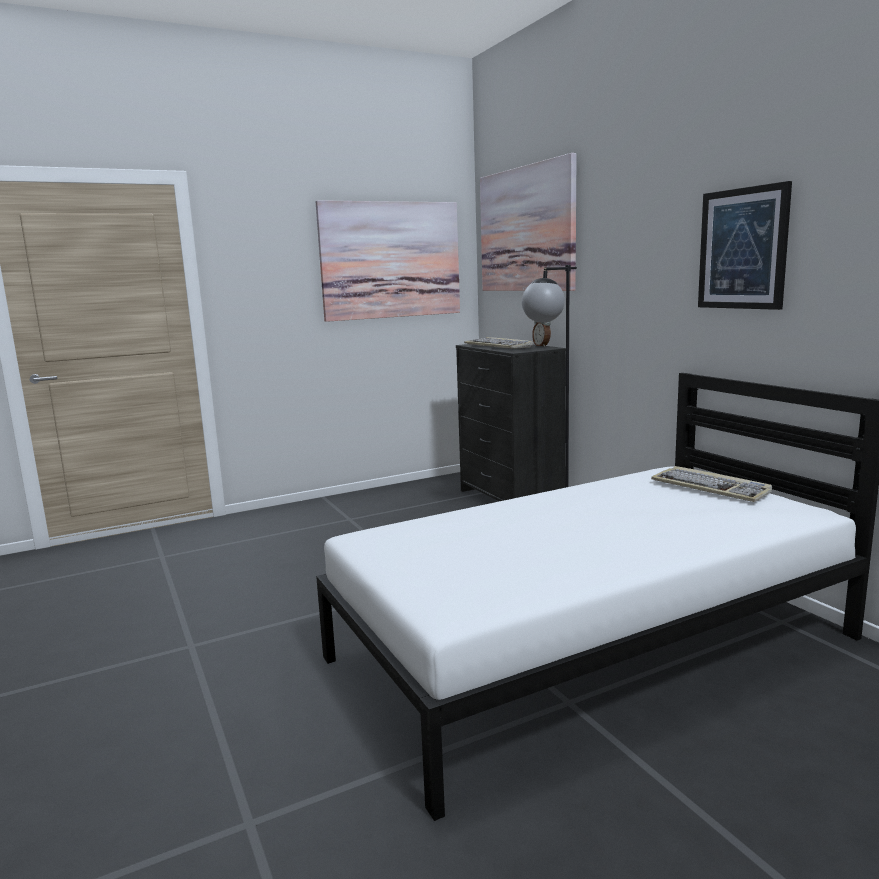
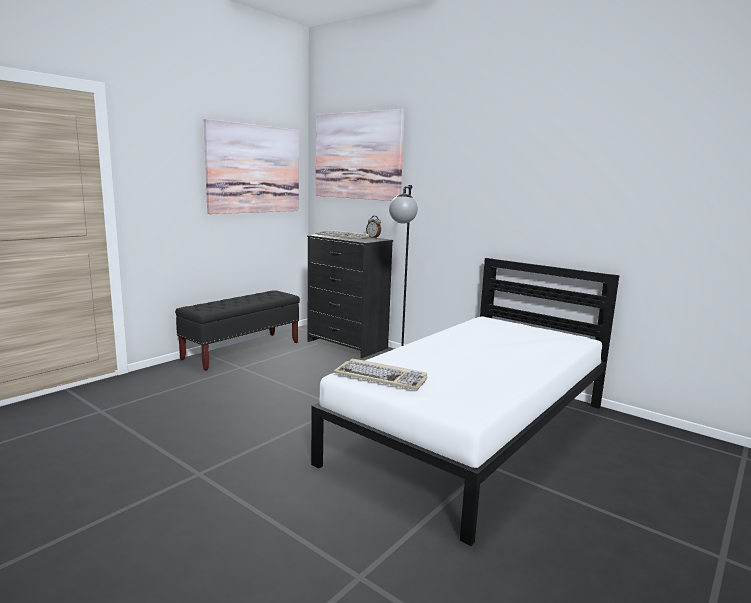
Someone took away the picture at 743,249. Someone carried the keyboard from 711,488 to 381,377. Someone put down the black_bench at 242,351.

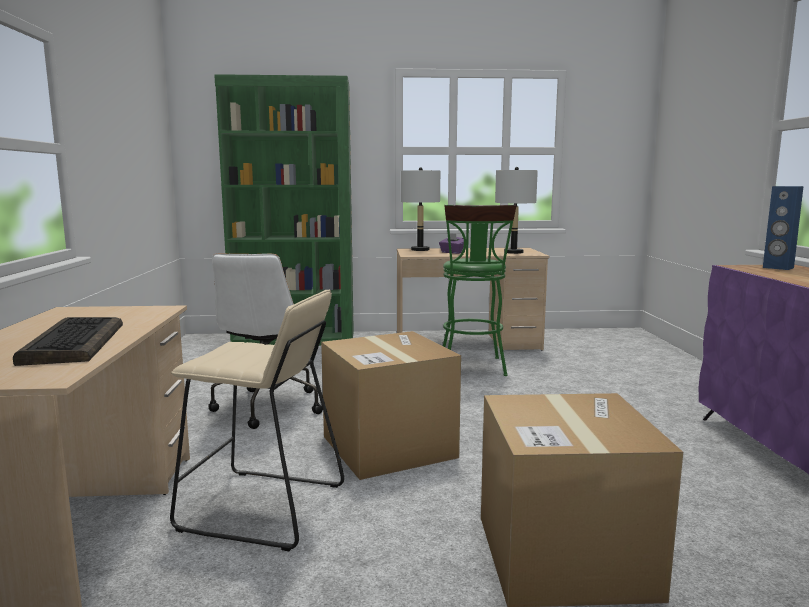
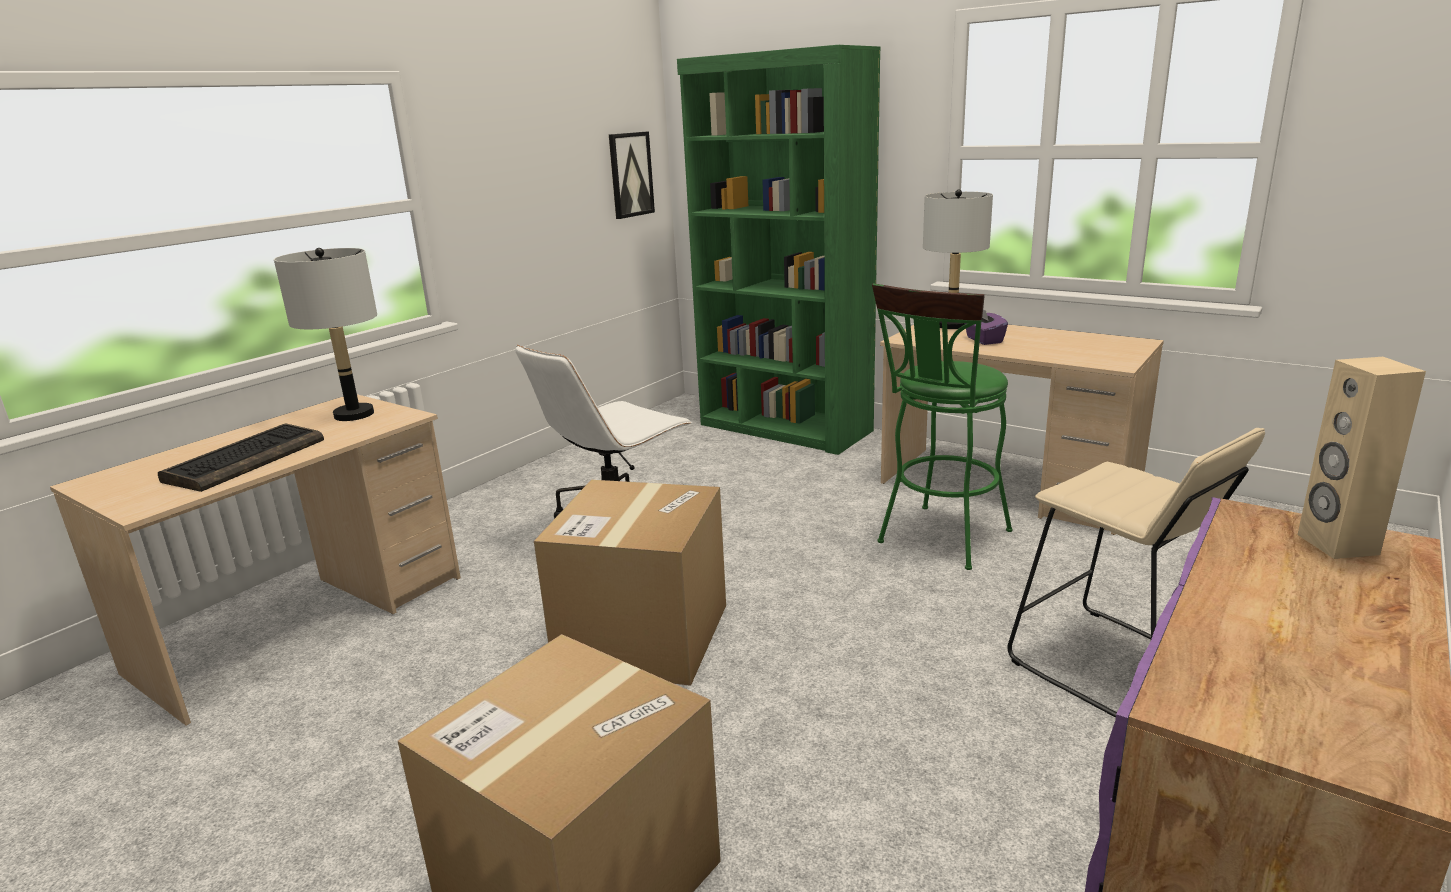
Someone carried the grey_table_lamp from 514,252 to 354,415. Someone repainted the blue_speaker at 778,268, which became the beige_speaker at 1336,544. Someone carried the beige_stool from 262,508 to 1114,667. Someone put up the picture at 630,174.

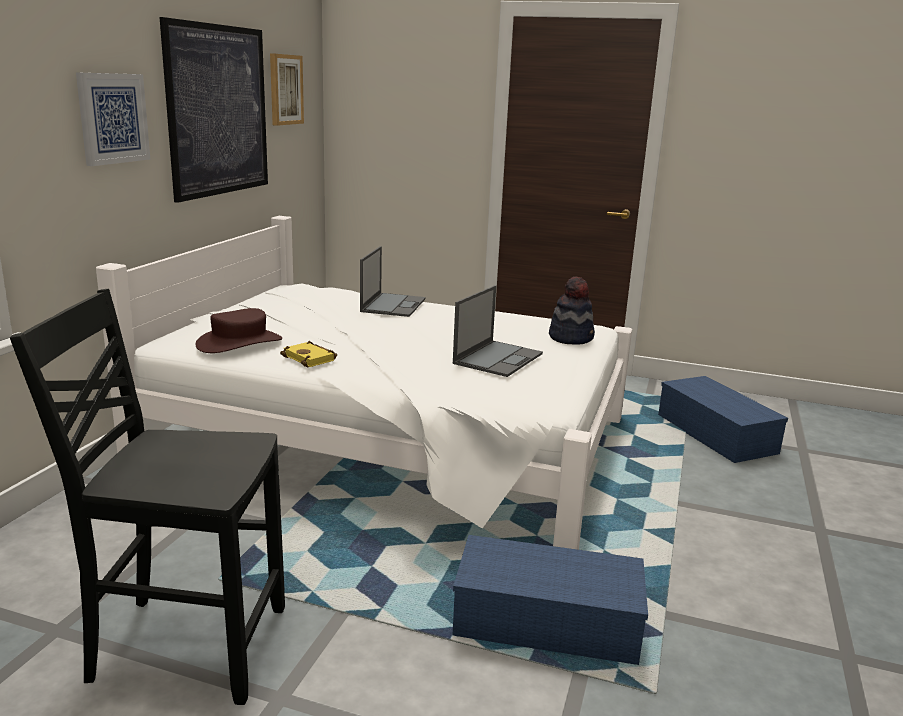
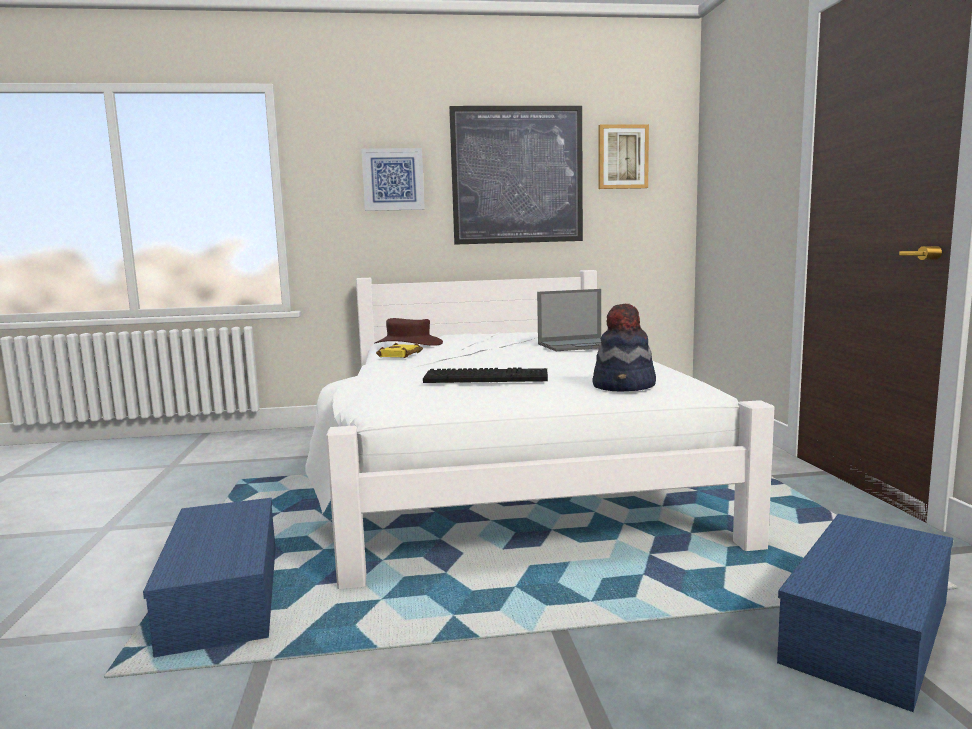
Someone swapped the laptop at 498,358 for the keyboard at 487,378. Someone took away the black_chair at 186,644.

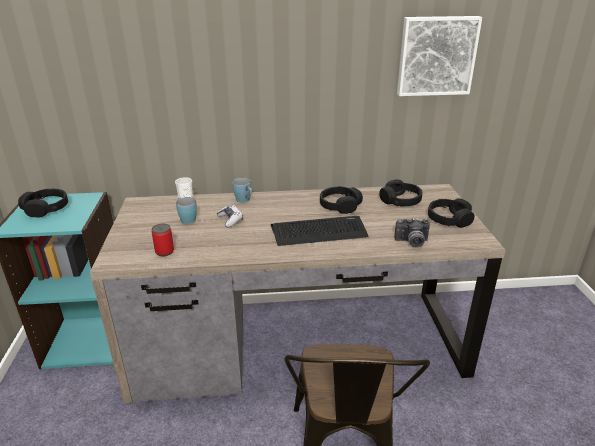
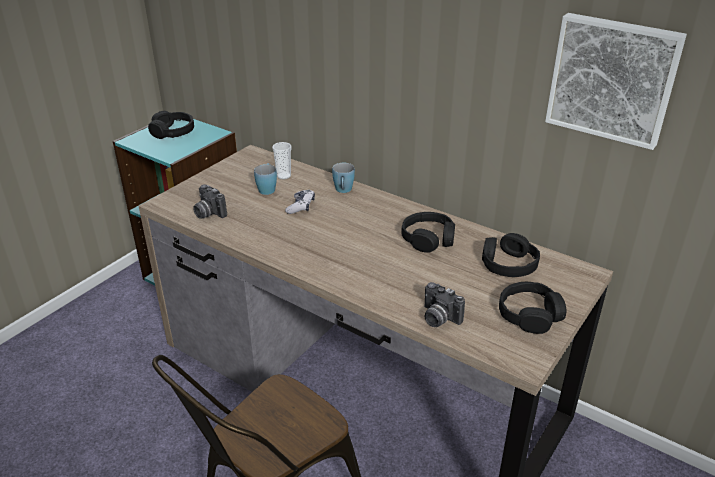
Someone took away the keyboard at 319,231. Someone swapped the can at 164,252 for the photo_camera at 208,213.

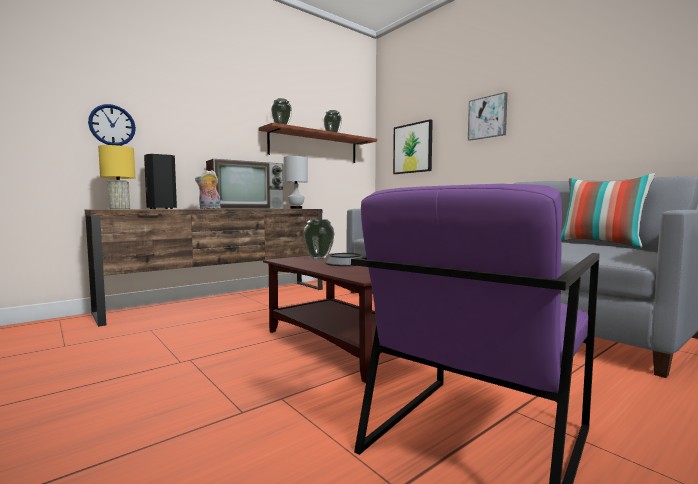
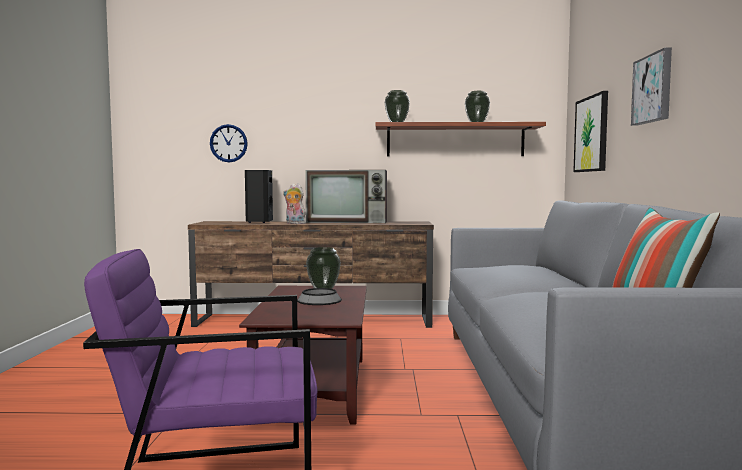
Someone took away the yellow_table_lamp at 120,209. Someone took away the white_table_lamp at 296,208.

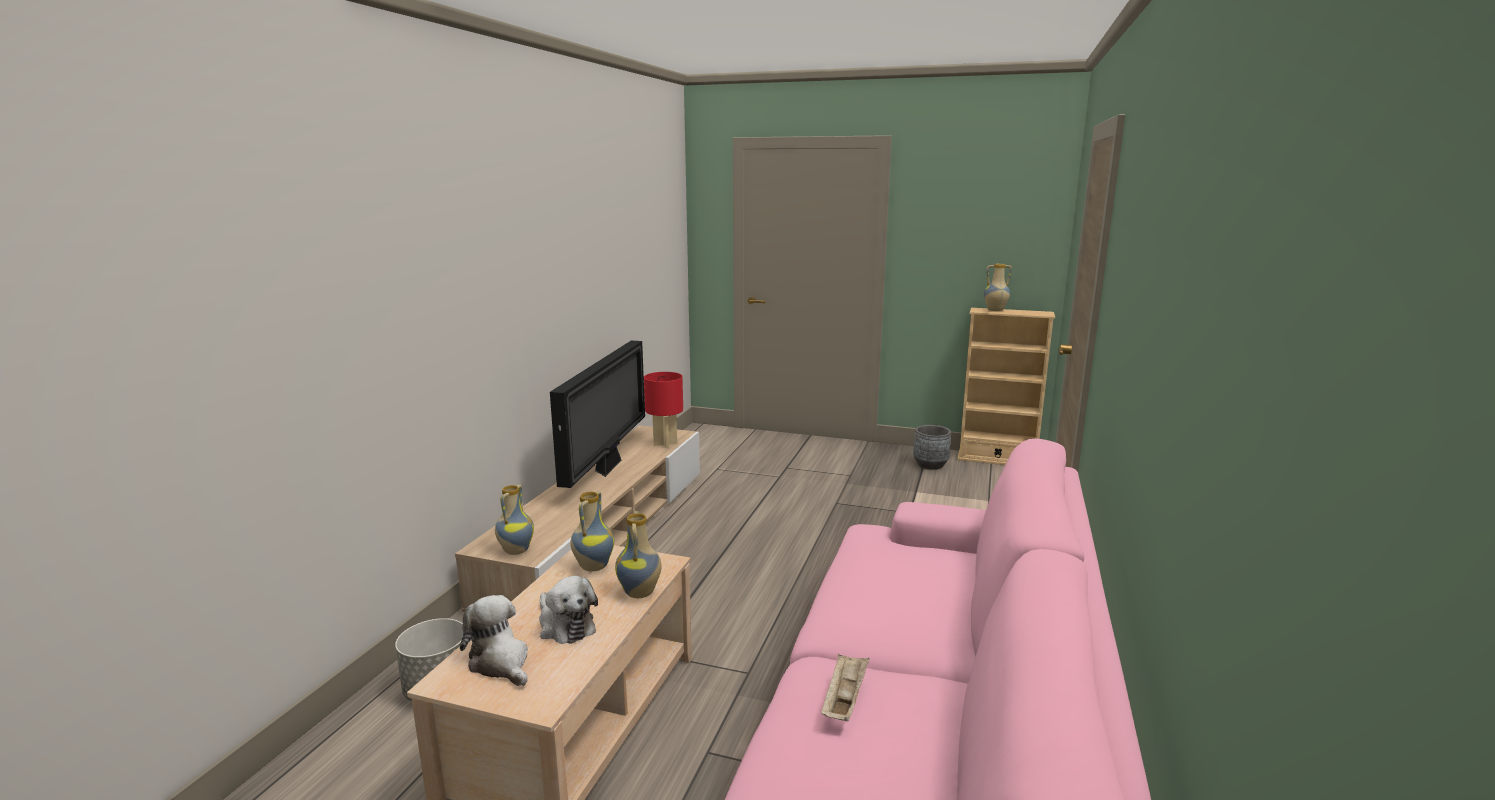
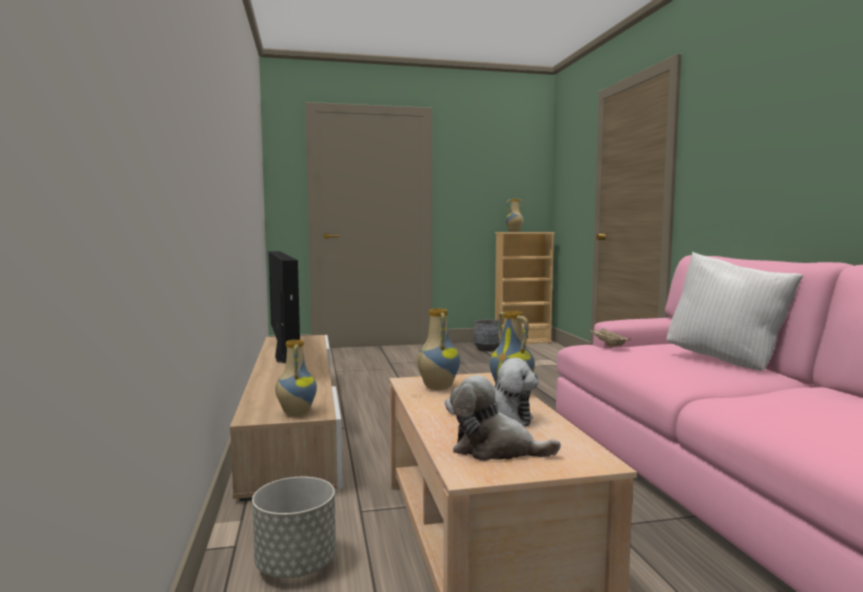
Someone took away the red_table_lamp at 664,444. Someone carried the beige_tray from 844,700 to 607,344. Someone put down the white_pillow at 726,361.

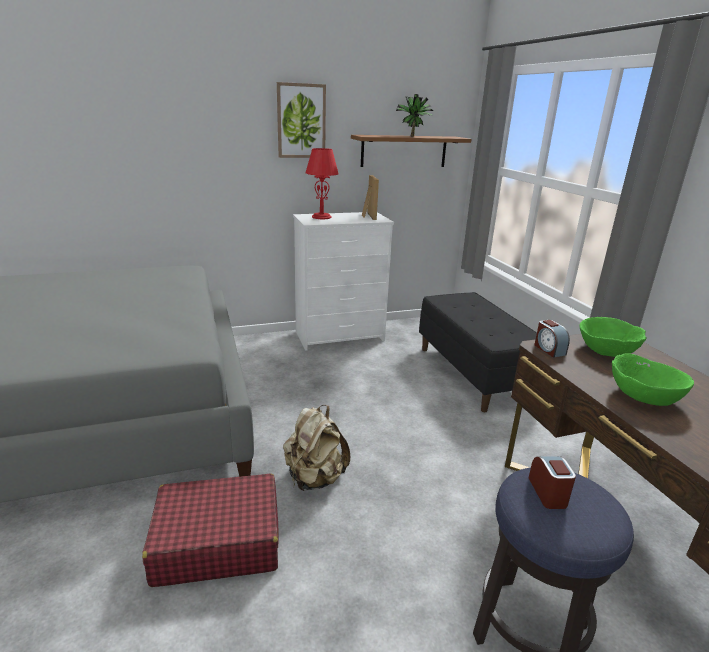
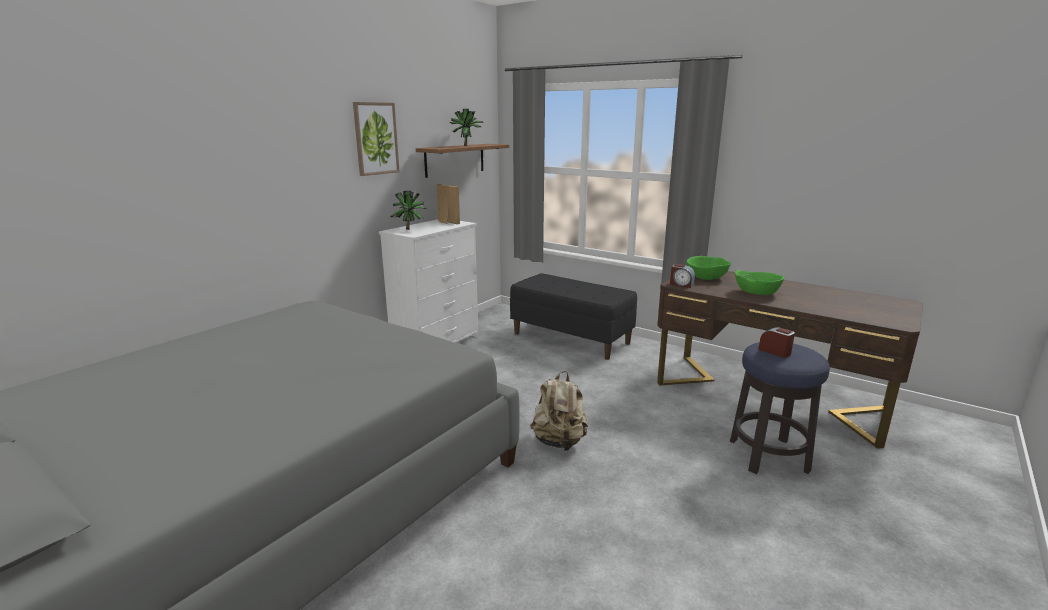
Someone swapped the red_table_lamp at 321,217 for the potted_plant at 410,229. Someone took away the red_suitcase at 217,541.

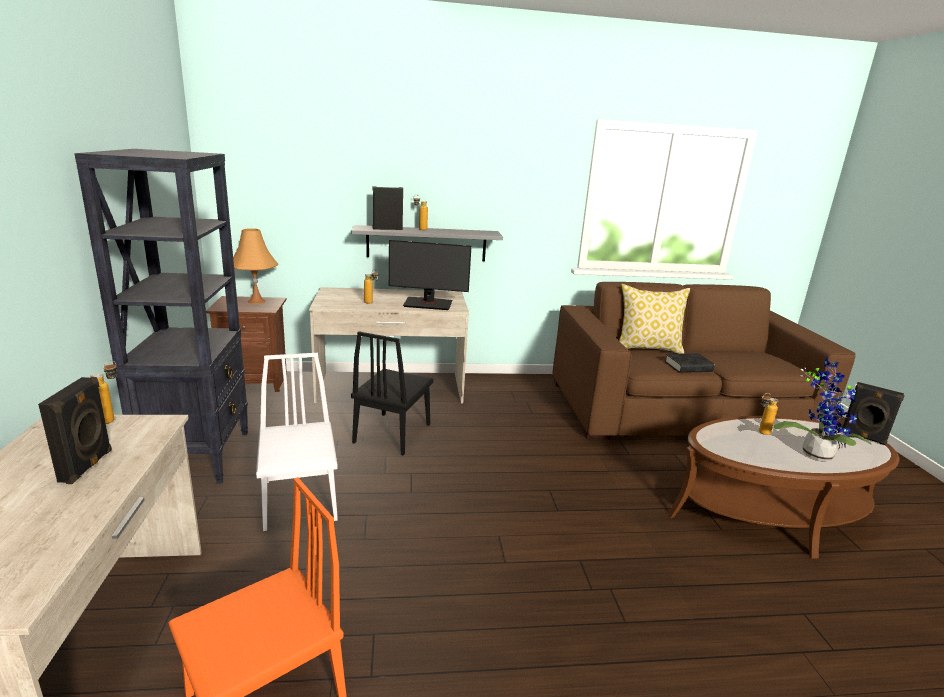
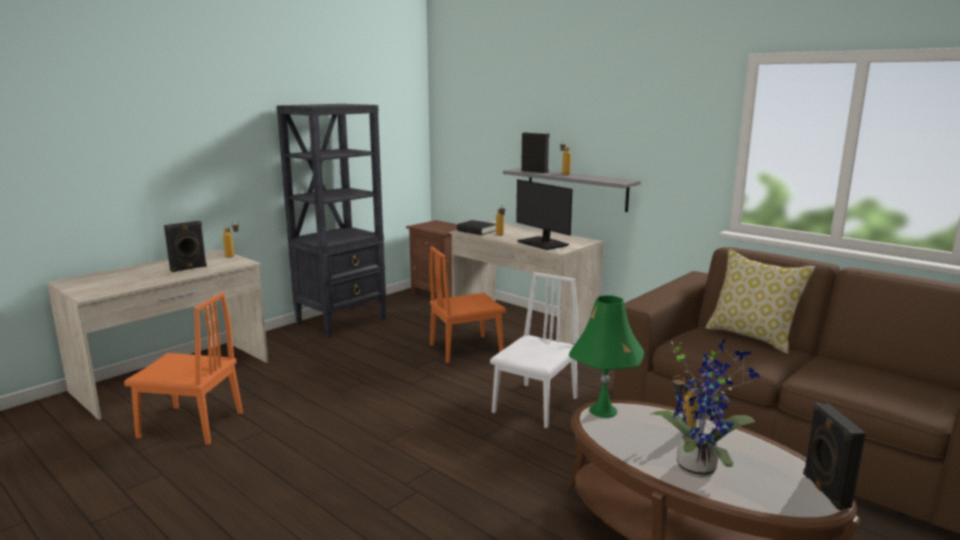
Someone took away the orange_table_lamp at 257,301. Someone repainted the black_chair at 392,433, which became the orange_chair at 466,349. Someone carried the white_chair from 299,500 to 535,405. Someone carried the black_book from 688,367 to 476,231. Someone put down the green_table_lamp at 603,411.

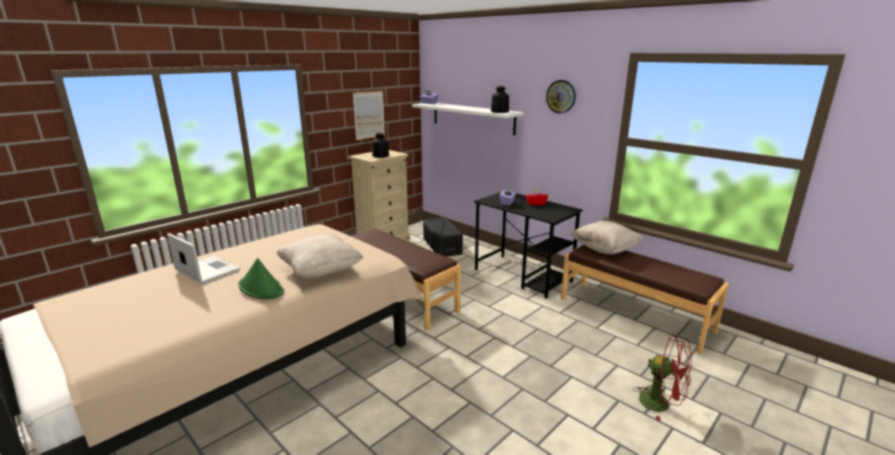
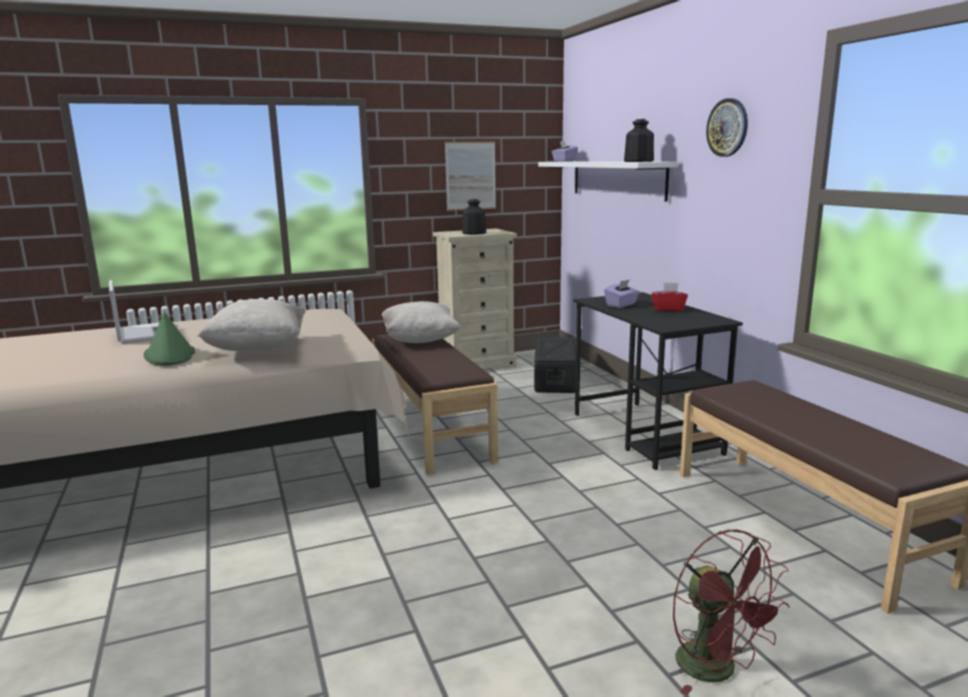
Someone carried the beige_pillow from 605,249 to 420,340.

